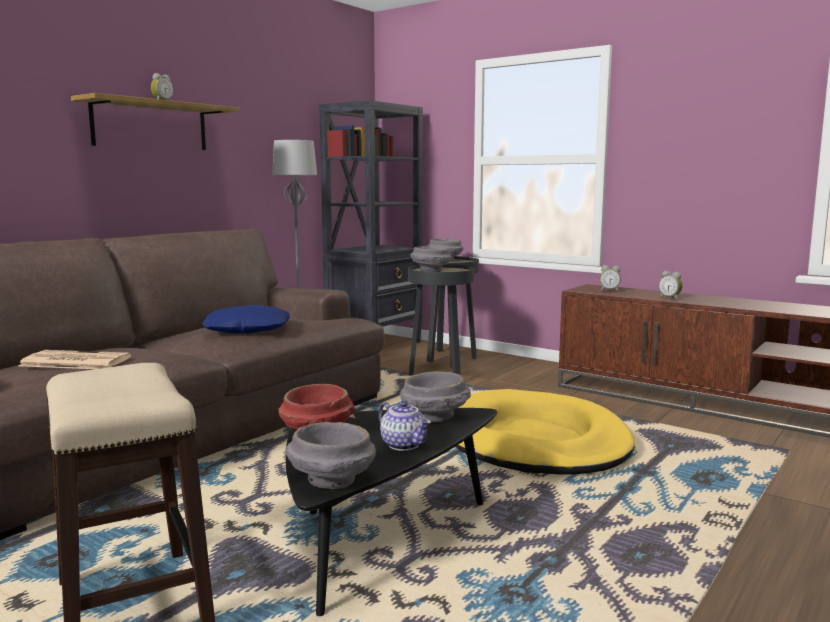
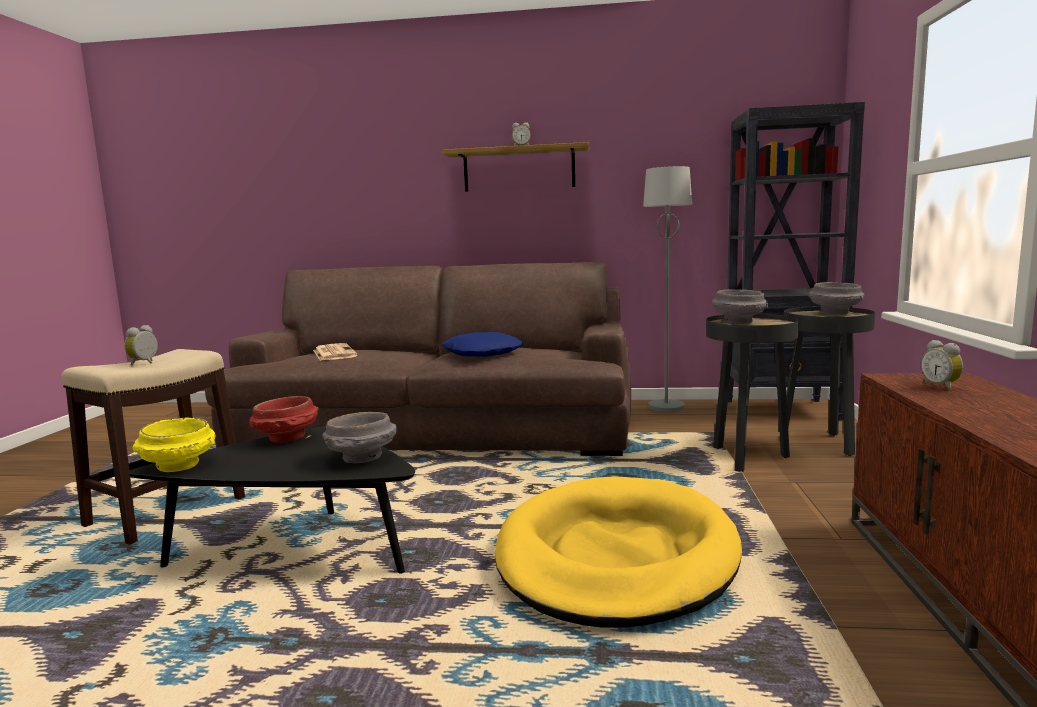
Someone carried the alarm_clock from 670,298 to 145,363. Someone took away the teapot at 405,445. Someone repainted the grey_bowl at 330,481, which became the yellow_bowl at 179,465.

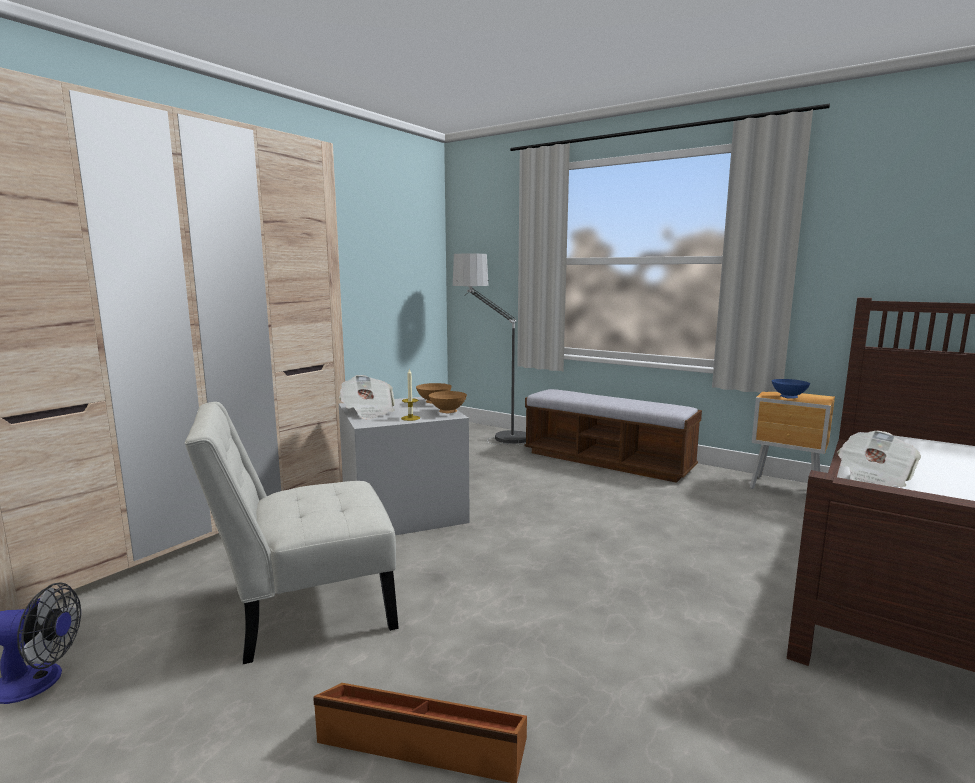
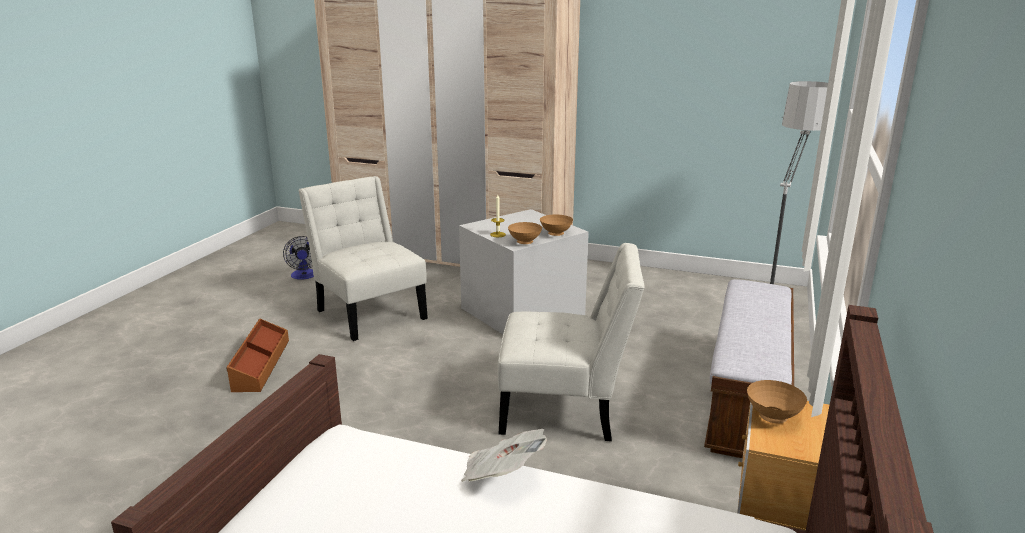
Someone took away the newspaper at 368,412. Someone repainted the blue_bowl at 788,398, which became the brown_bowl at 772,417. Someone put down the white_chair at 566,409.

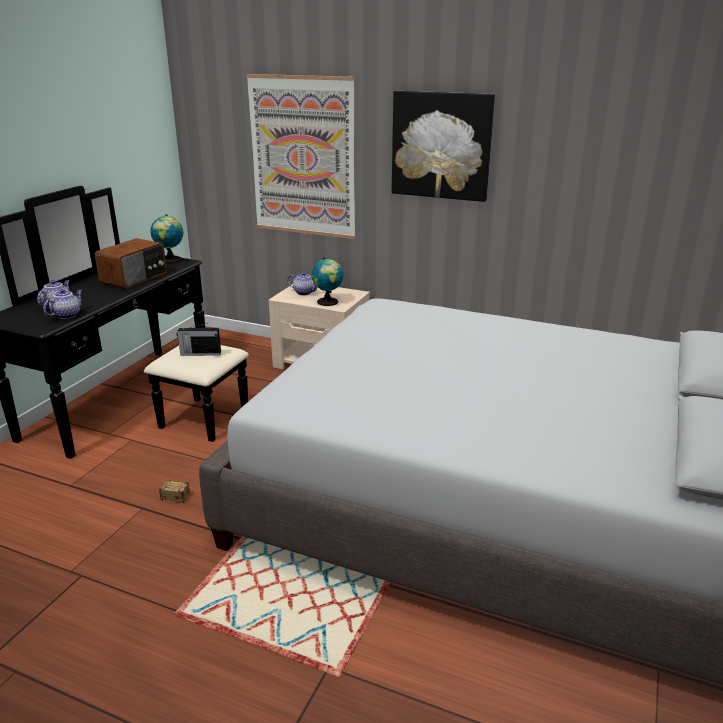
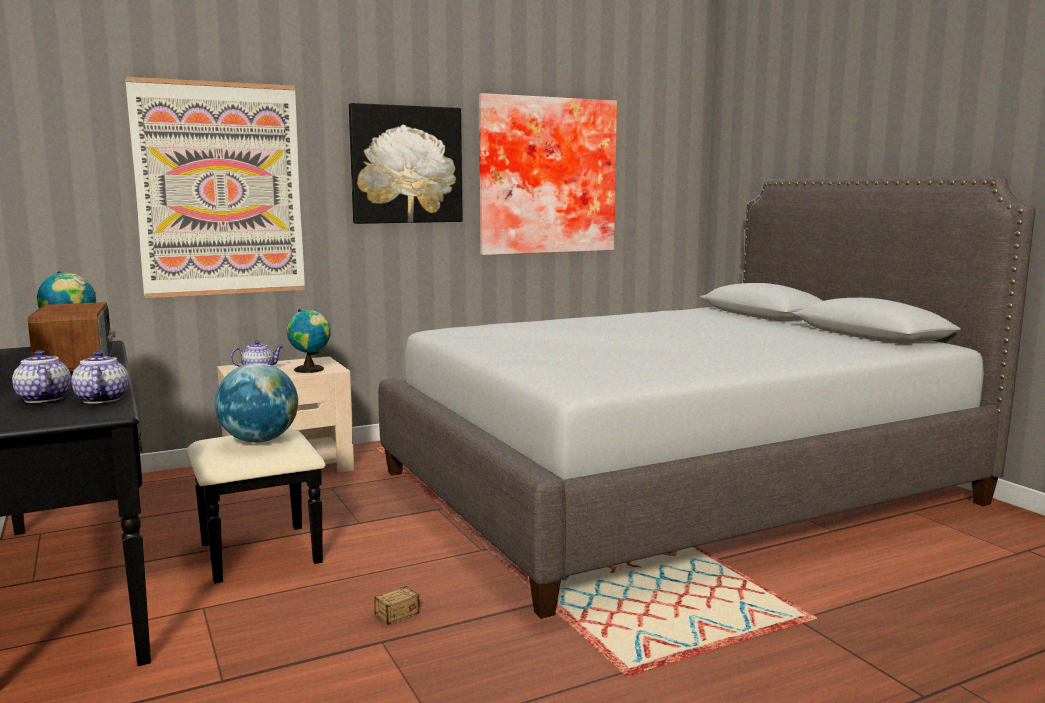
Someone swapped the radio at 200,353 for the globe at 259,440. Someone put up the picture at 546,176.

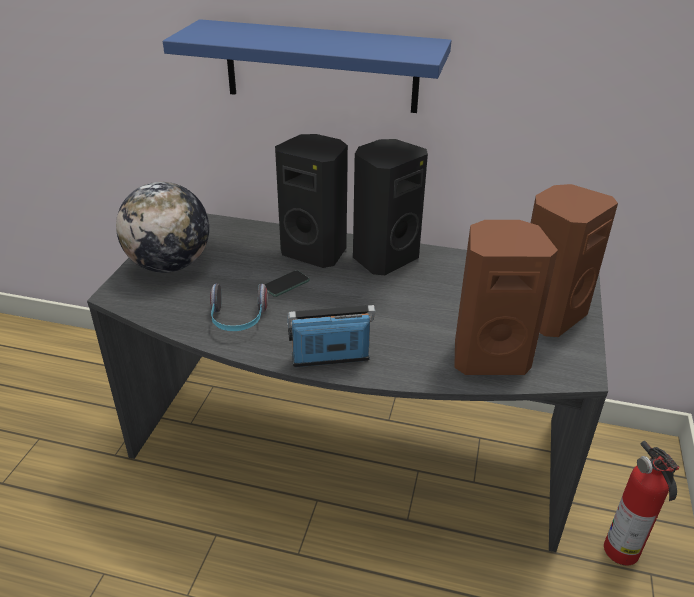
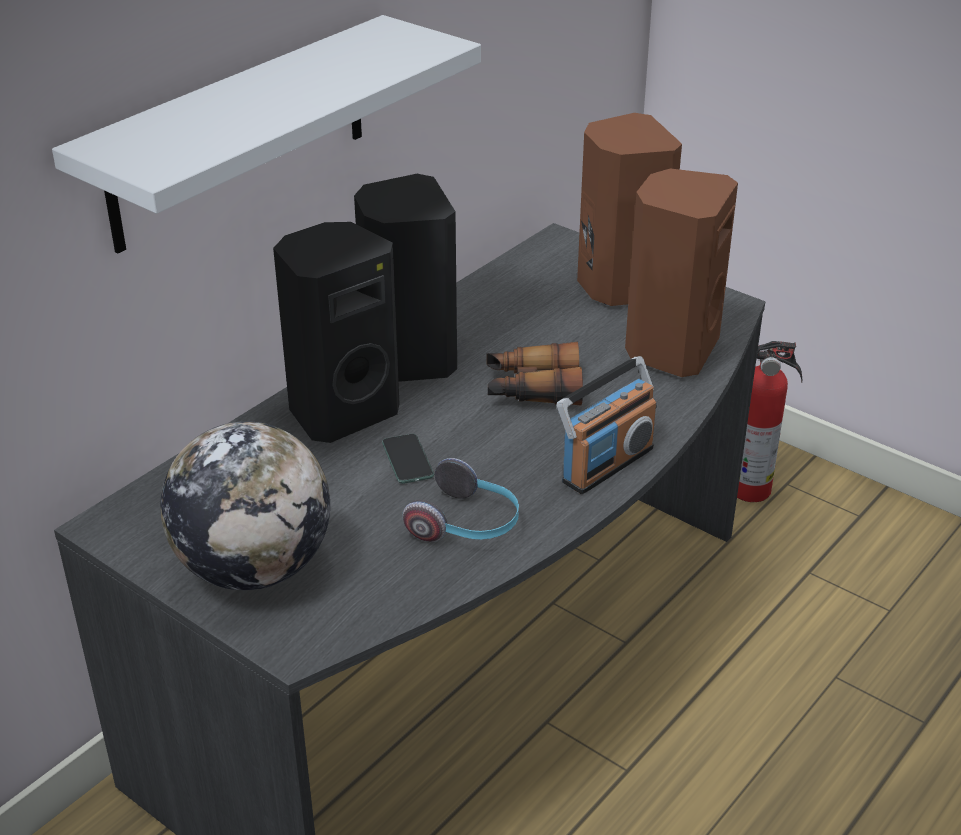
Someone repainted the blue_shelf at 321,66, which became the white_shelf at 240,133. Someone rotated the radio at 330,358 by 150 degrees counterclockwise. Someone put down the binoculars at 532,389.

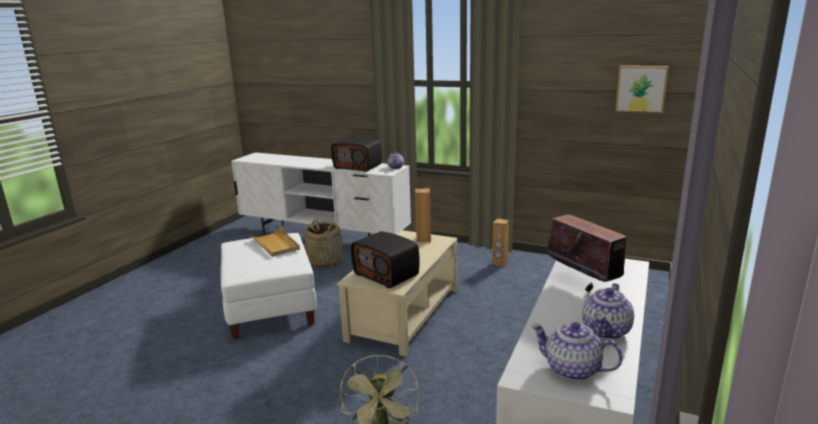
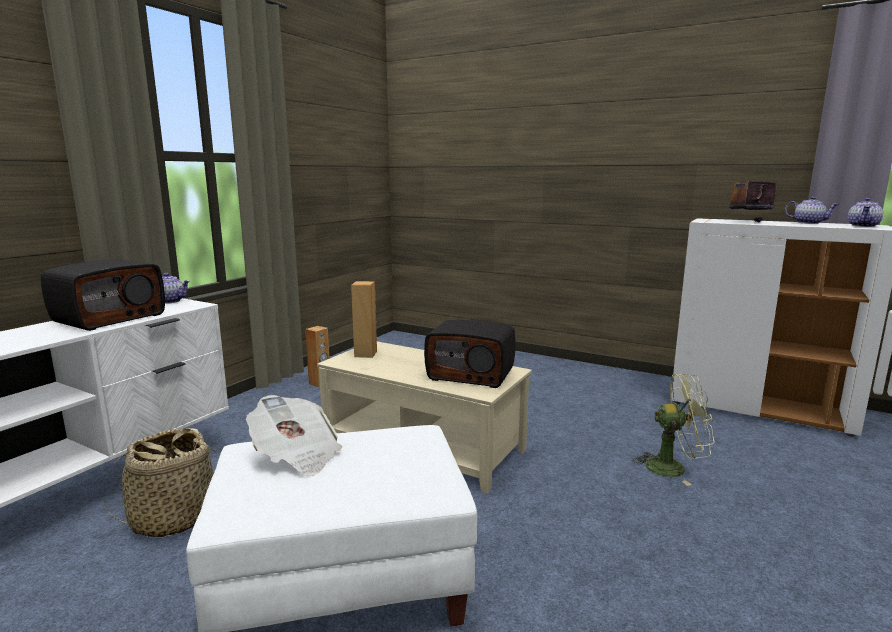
Someone took away the picture at 641,88. Someone swapped the beige_tray at 275,244 for the newspaper at 296,456. Someone rotated the radio at 387,274 by 60 degrees clockwise.

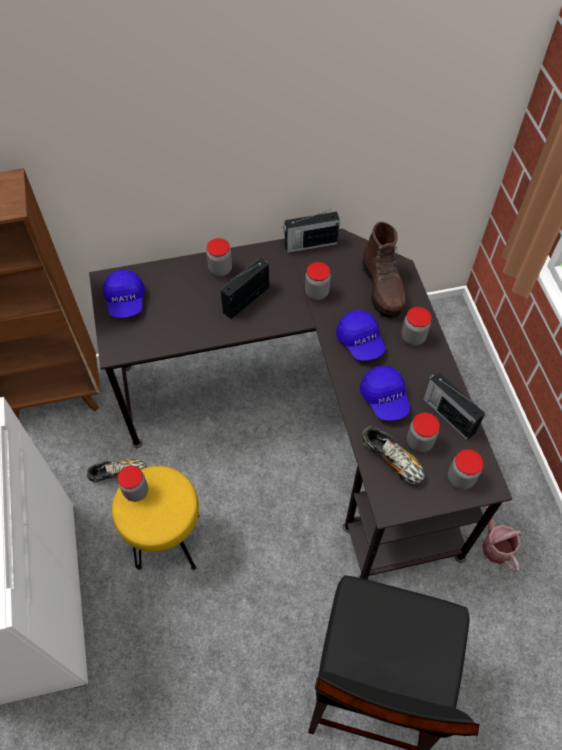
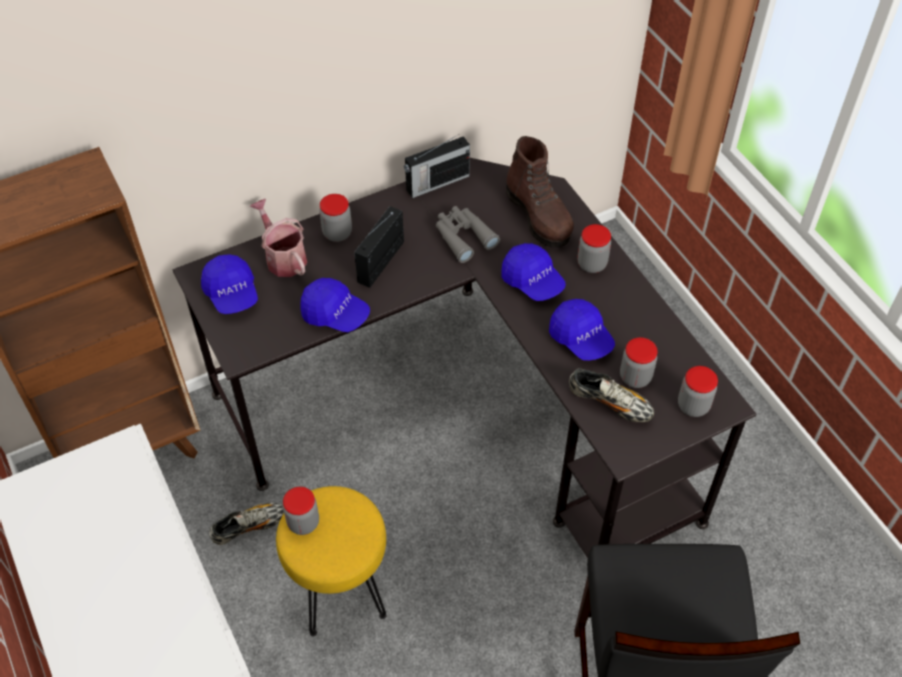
Someone swapped the jar at 316,293 for the grey_binoculars at 463,237. Someone took away the radio at 448,415. Someone carried the watering_can from 495,544 to 283,257. Someone put down the blue_cap at 335,314.

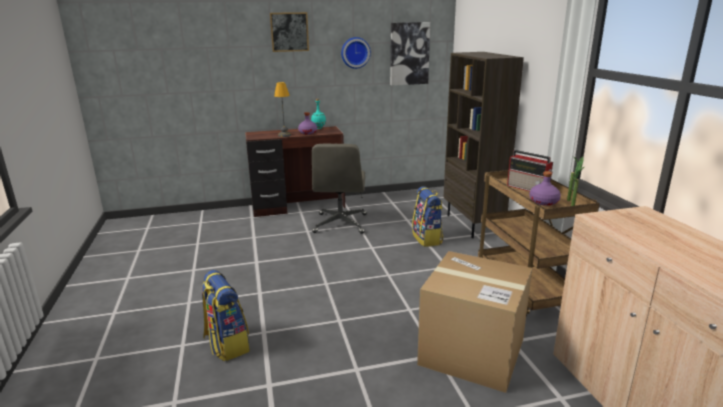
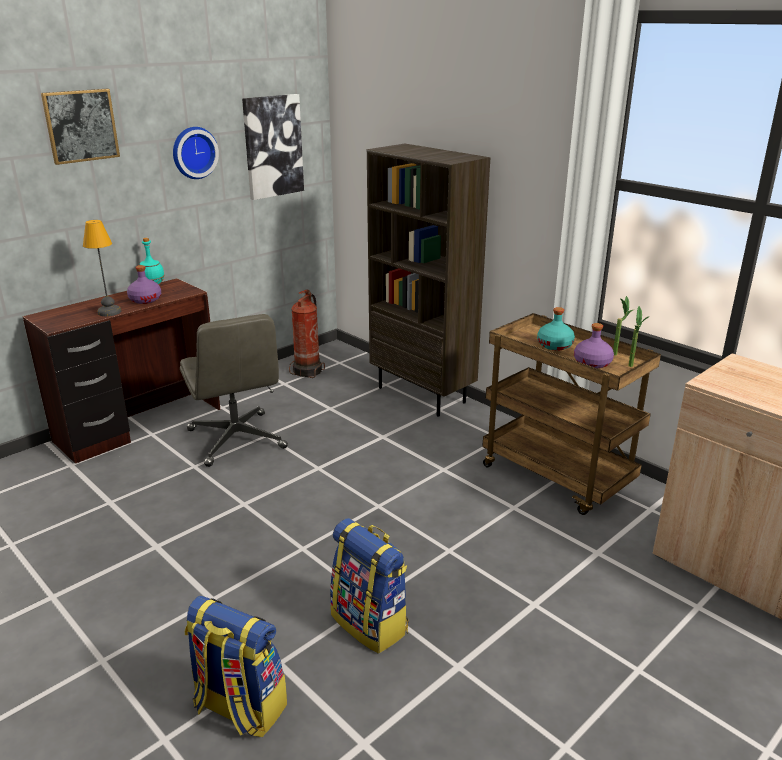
Someone swapped the radio at 528,188 for the turquoise_bottle at 555,345. Someone carried the backpack from 427,239 to 371,623. Someone took away the cardboard_box at 472,352. Someone put down the fire_extinguisher at 309,371.

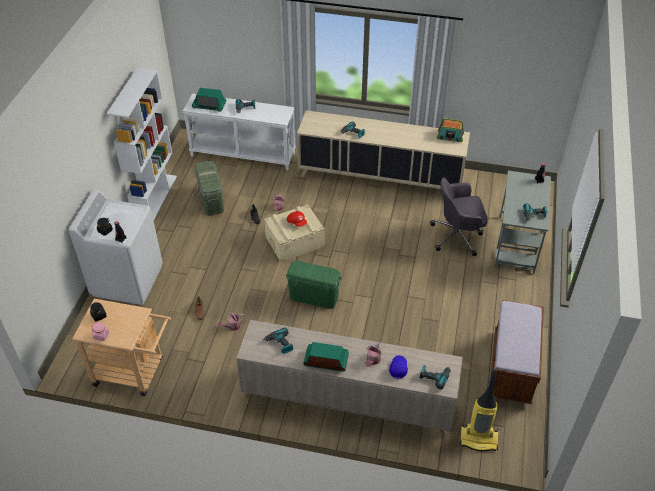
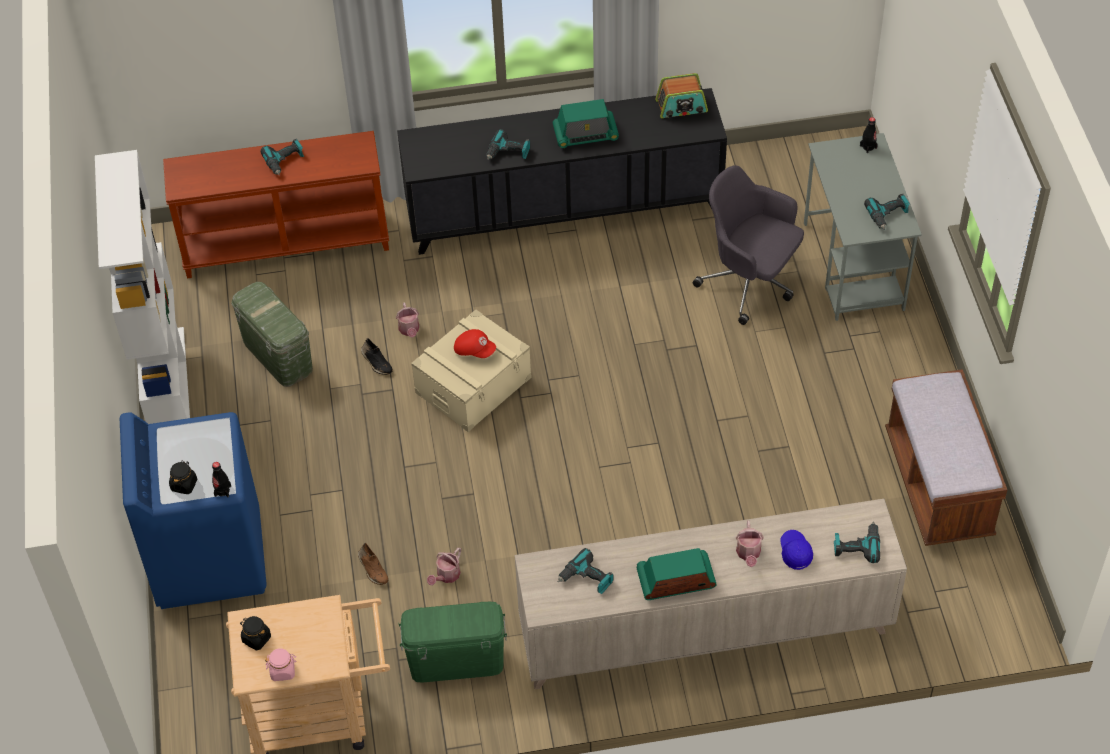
Someone carried the radio from 209,106 to 585,134. Someone repainted the white_console_table at 243,154, which became the brown_console_table at 286,243. Someone repainted the beige_cabinet at 380,177, which became the black_cabinet at 563,211. Someone rotated the grey_office_chair at 457,236 by 60 degrees clockwise. Someone repainted the white_washing_machine at 127,280, which became the blue_washing_machine at 209,557. Someone carried the green_storage_box from 313,296 to 456,661. Someone took away the vacuum_cleaner at 479,438.

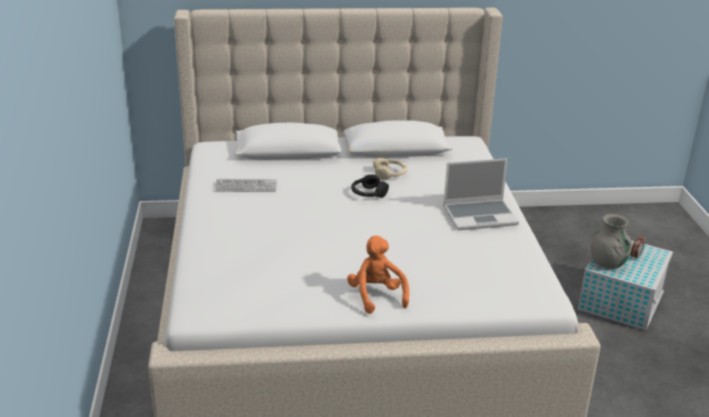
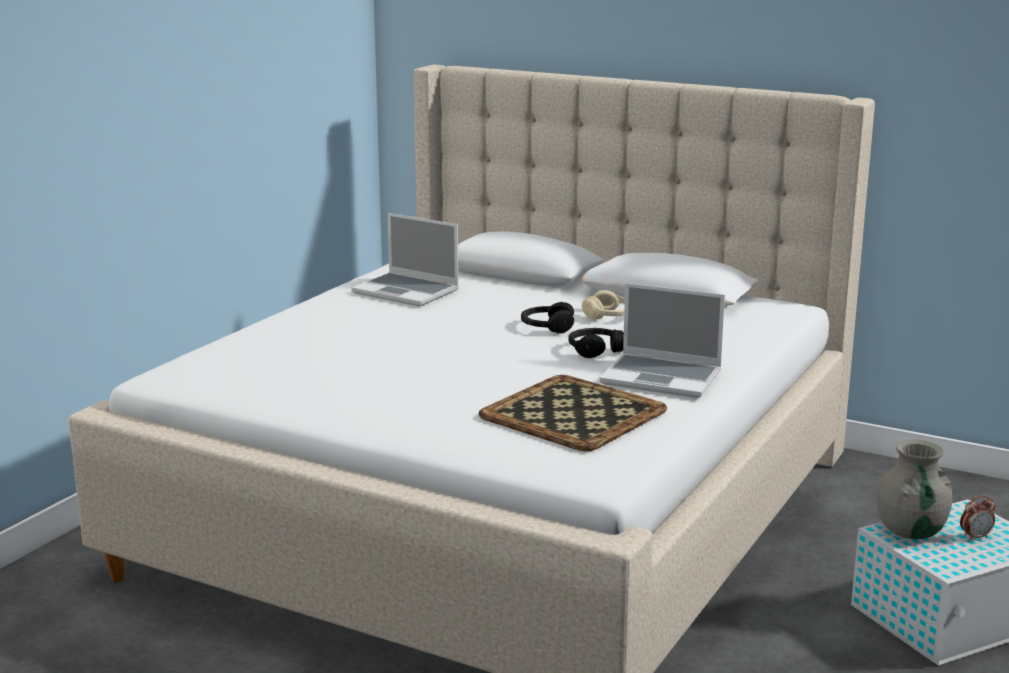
Someone swapped the keyboard at 246,187 for the laptop at 407,292. Someone took away the orange_plush_toy at 376,296. Someone put down the black_headphones at 595,350. Someone put down the tray at 575,413.

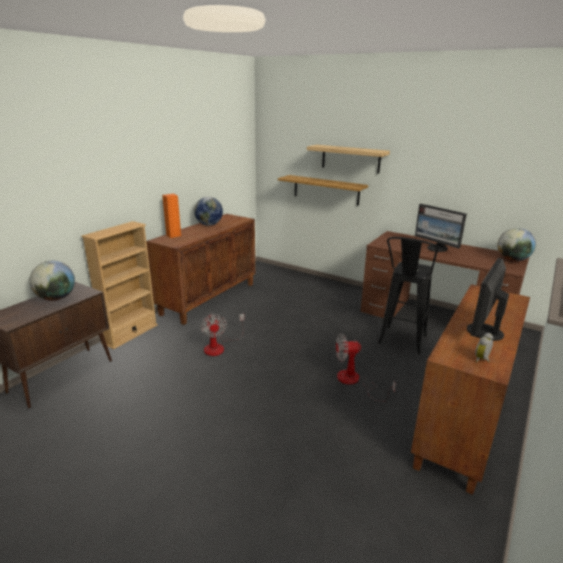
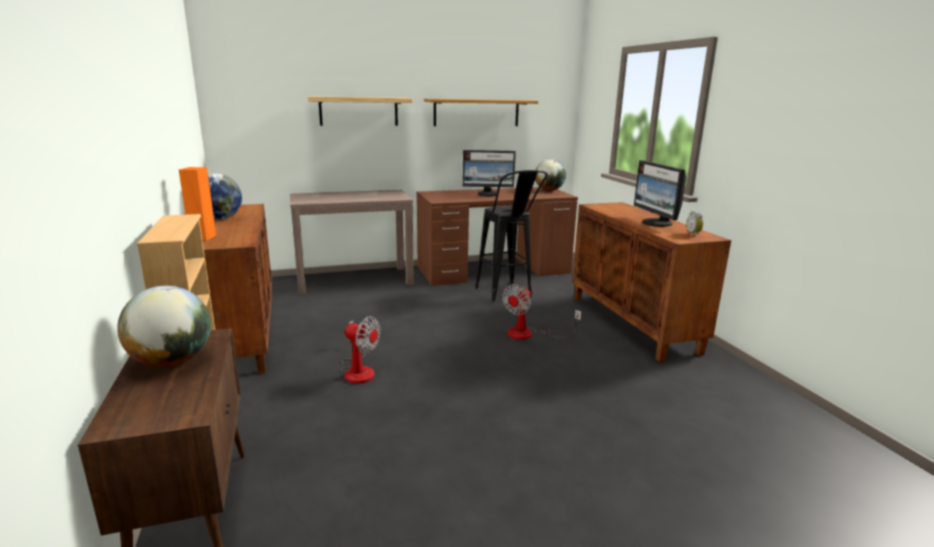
Someone carried the shelf from 326,190 to 476,112. Someone put down the brown_console_table at 355,280.

